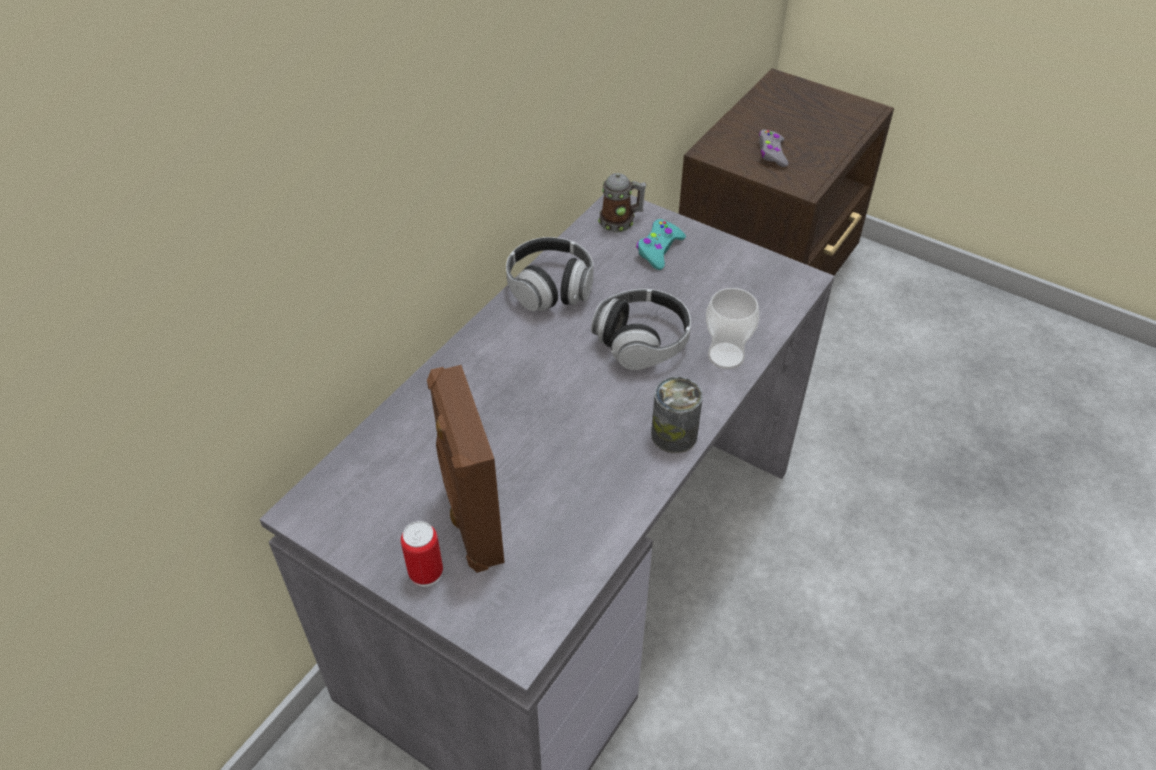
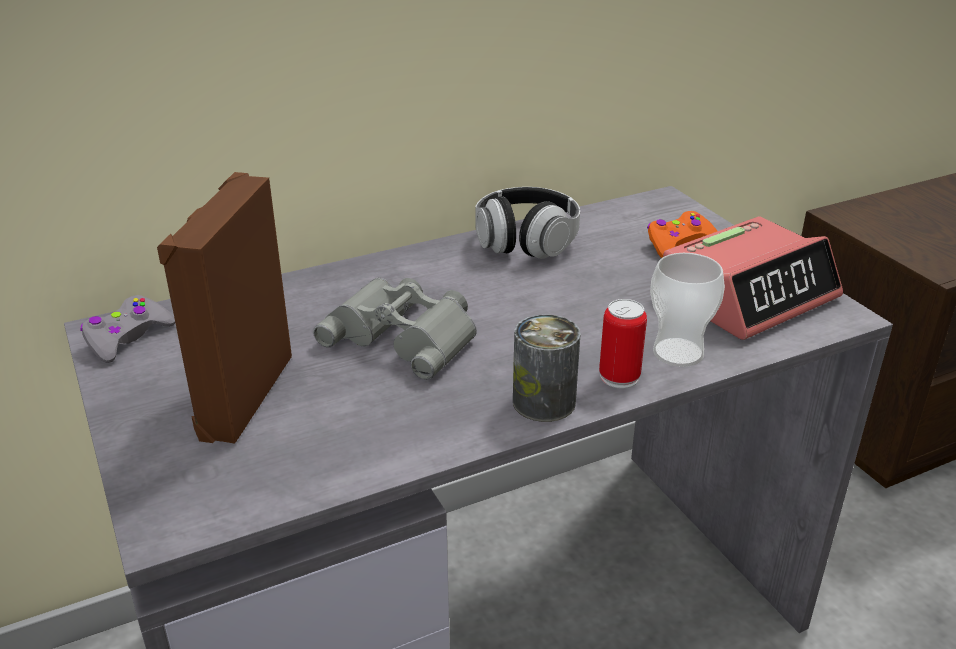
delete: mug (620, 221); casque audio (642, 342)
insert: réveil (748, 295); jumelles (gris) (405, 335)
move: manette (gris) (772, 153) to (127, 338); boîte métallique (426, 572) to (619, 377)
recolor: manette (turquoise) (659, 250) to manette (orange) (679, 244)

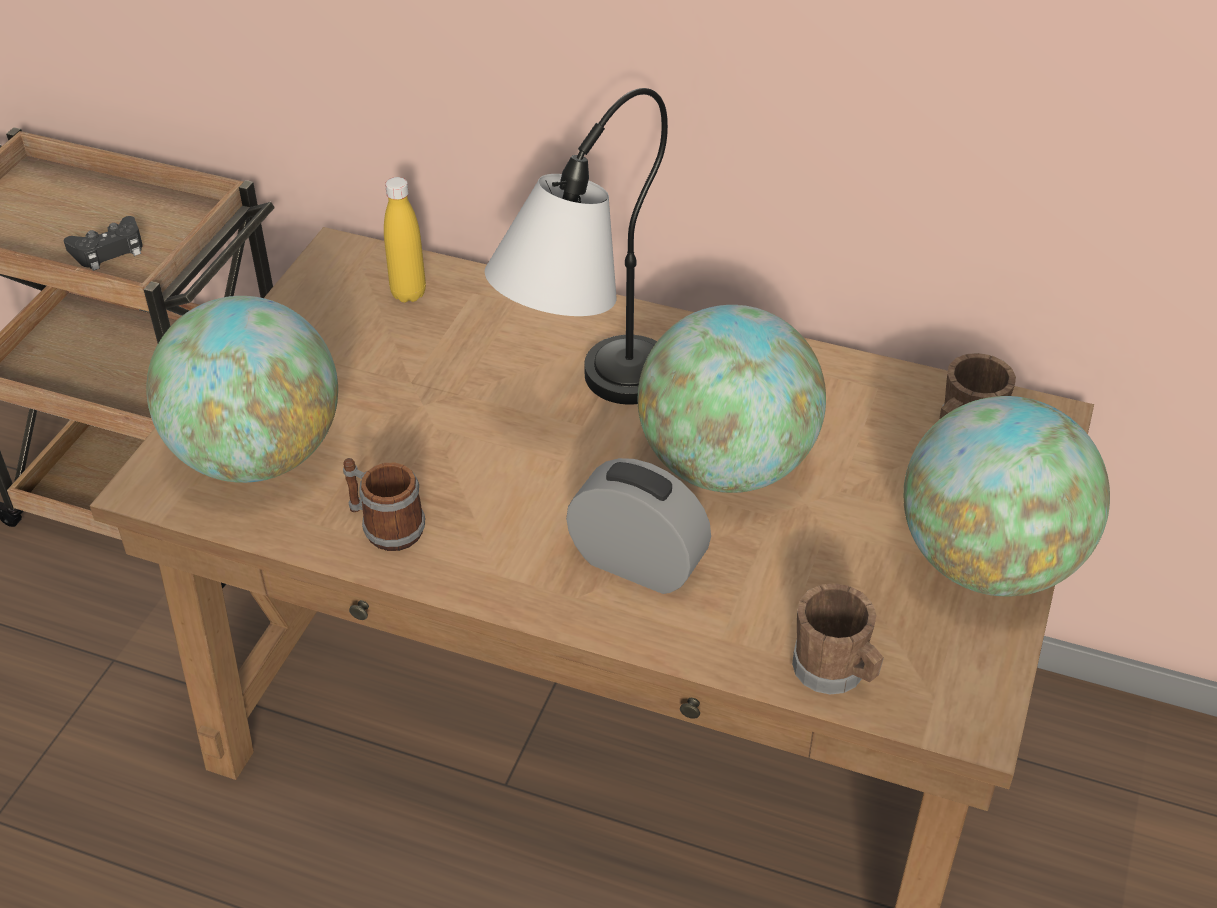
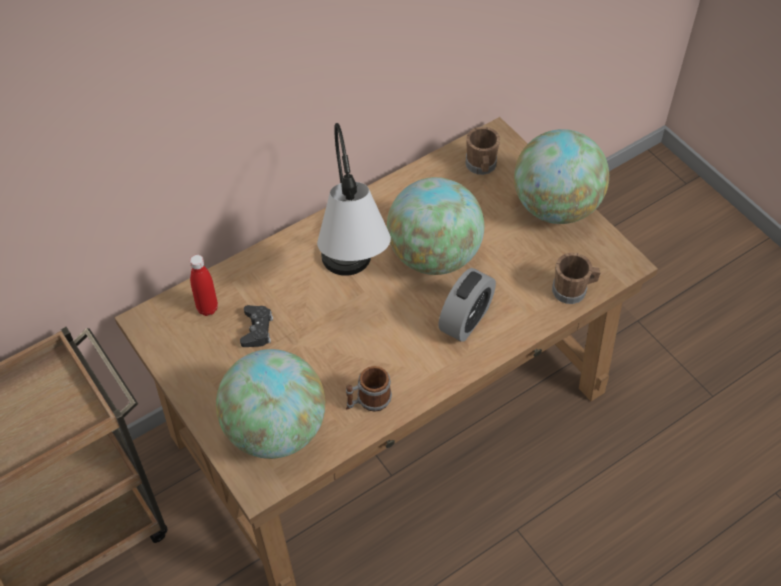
move: manette (noir) (109, 250) to (257, 329)
recolor: bouteille (jaune) (408, 293) to bouteille (rouge) (207, 308)
rotate: réveil (637, 563) = (465, 320) 150 degrees clockwise

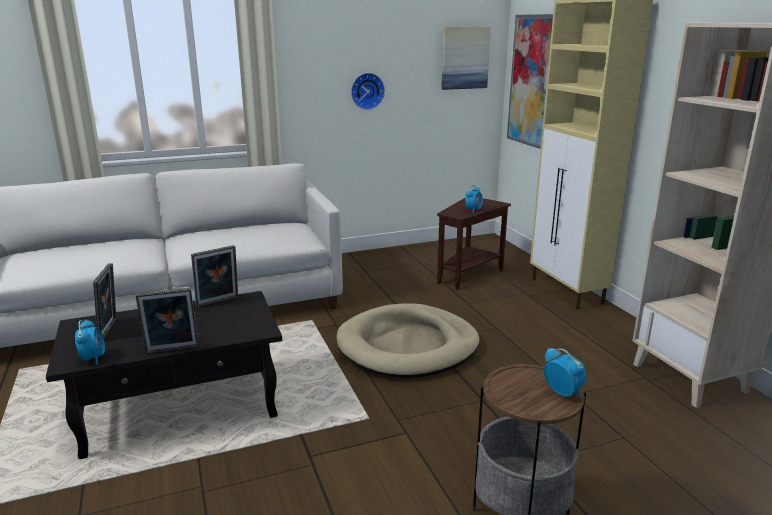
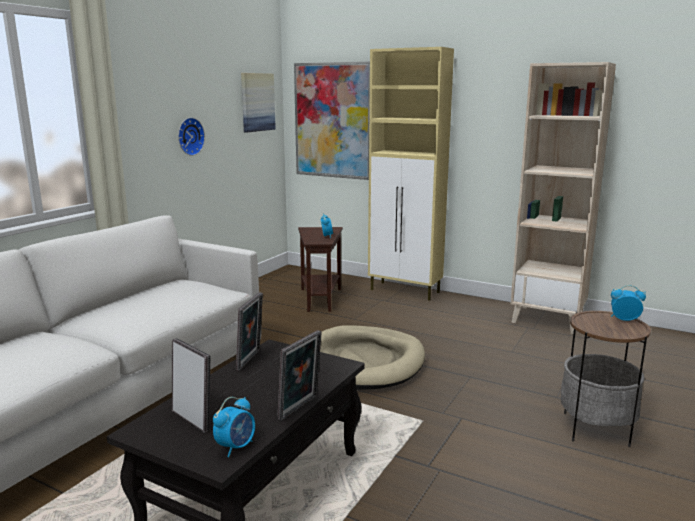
rotate: réveil (93, 358) = (236, 446) 90 degrees clockwise

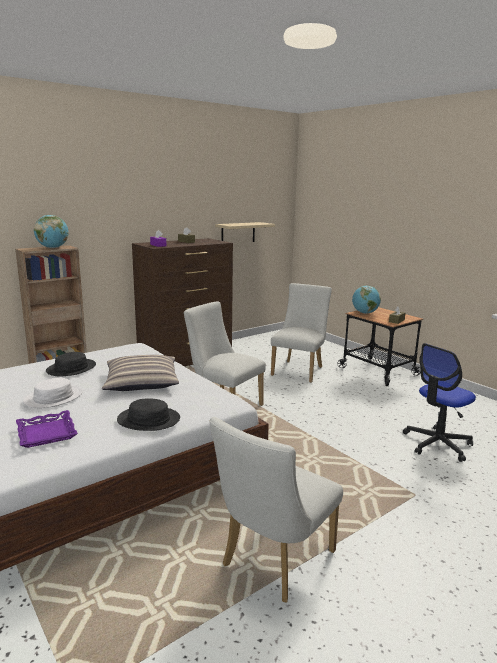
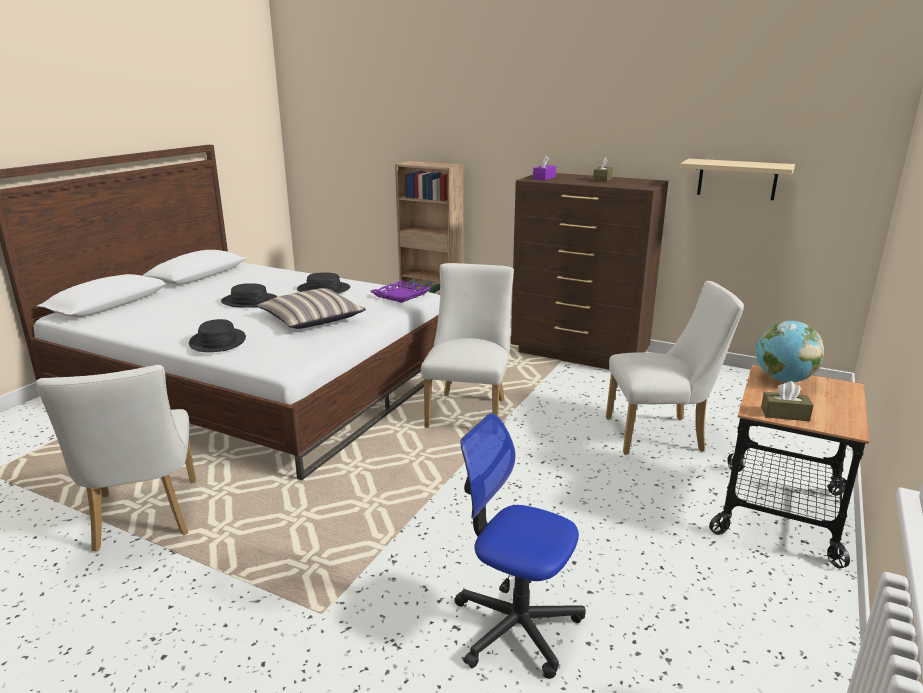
delete: globe (53, 248)
move: plateau (violet) (46, 433) to (400, 295)
recolor: chapeau (blanc) (54, 397) to chapeau (noir) (249, 301)
rotate: chaise (blanc) (273, 562) = (144, 520) 120 degrees counterclockwise

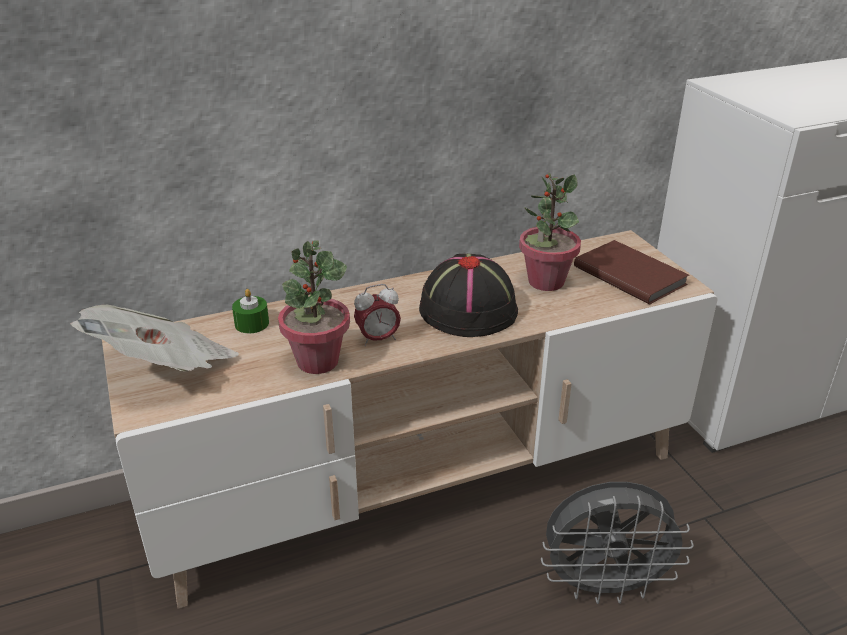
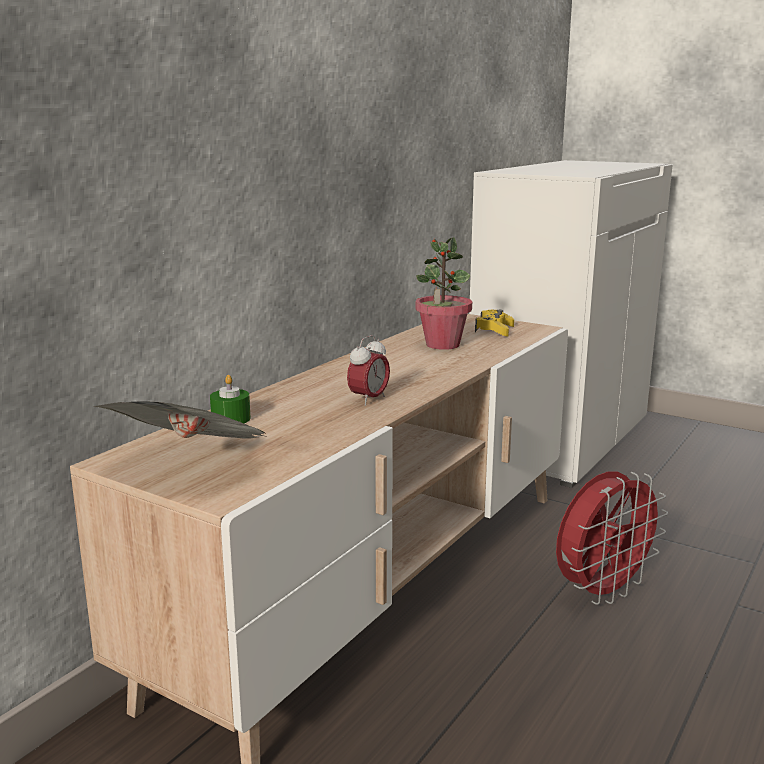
delete: plante en pot (317, 361); chapeau (noir) (468, 309)
replace: livre (marron) (630, 274) to manette (jaune) (494, 330)
recolor: ventilateur (gris) (604, 586) to ventilateur (rouge) (602, 592)

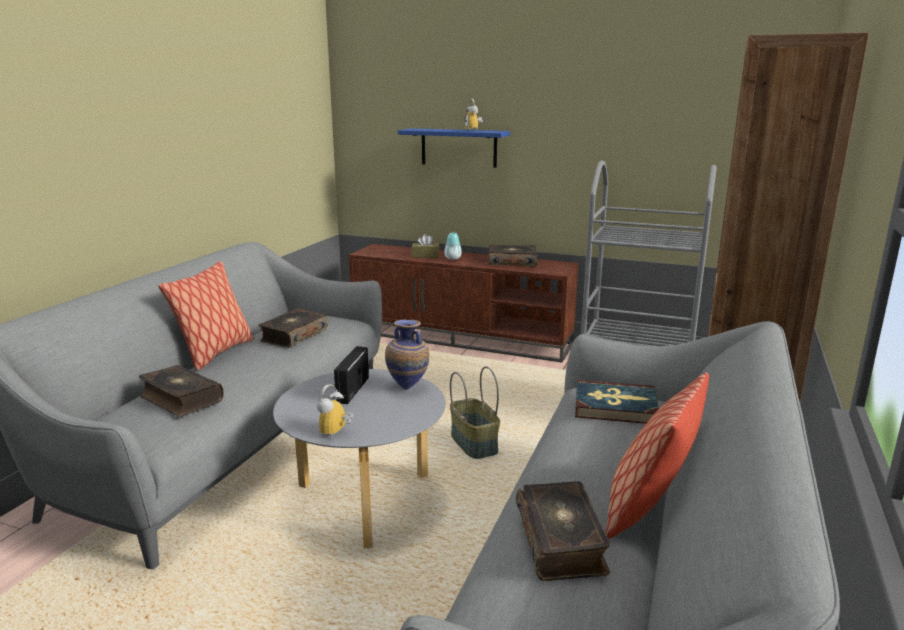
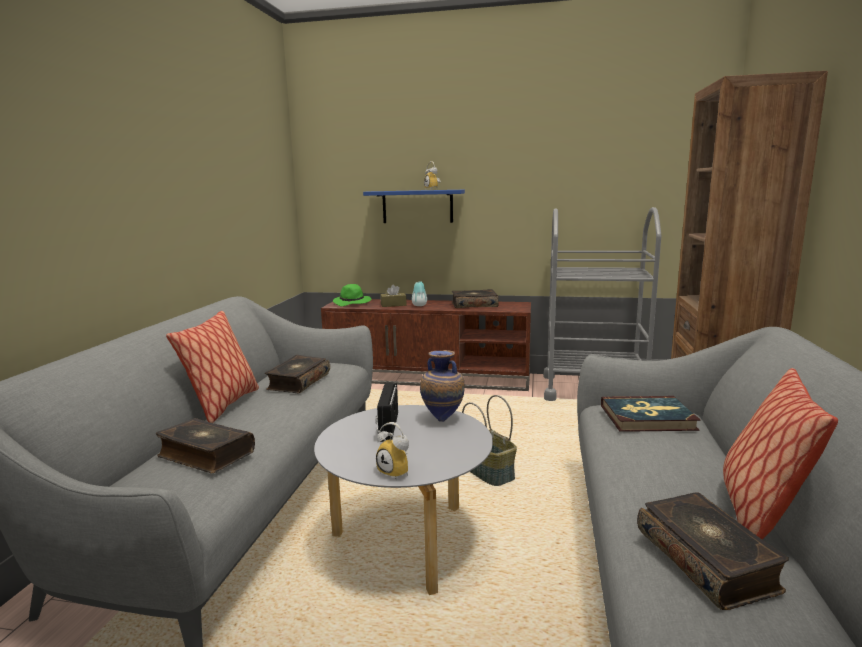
insert: chapeau (vert) (352, 303)
rotate: réveil (336, 433) = (397, 472) 60 degrees counterclockwise

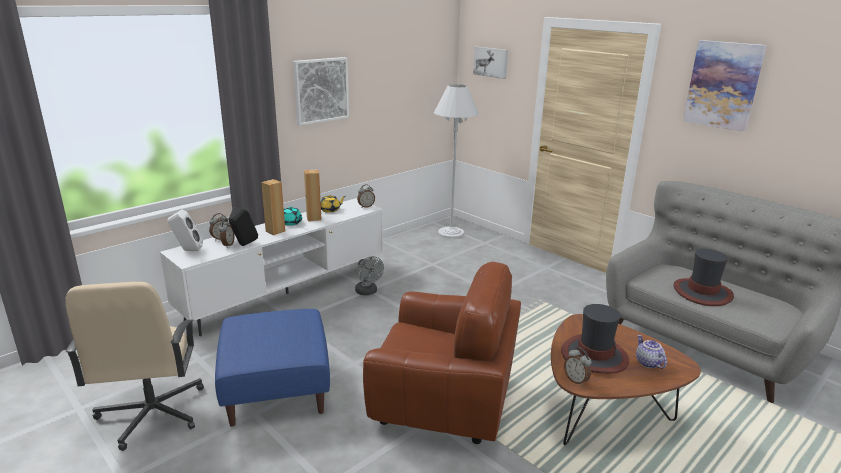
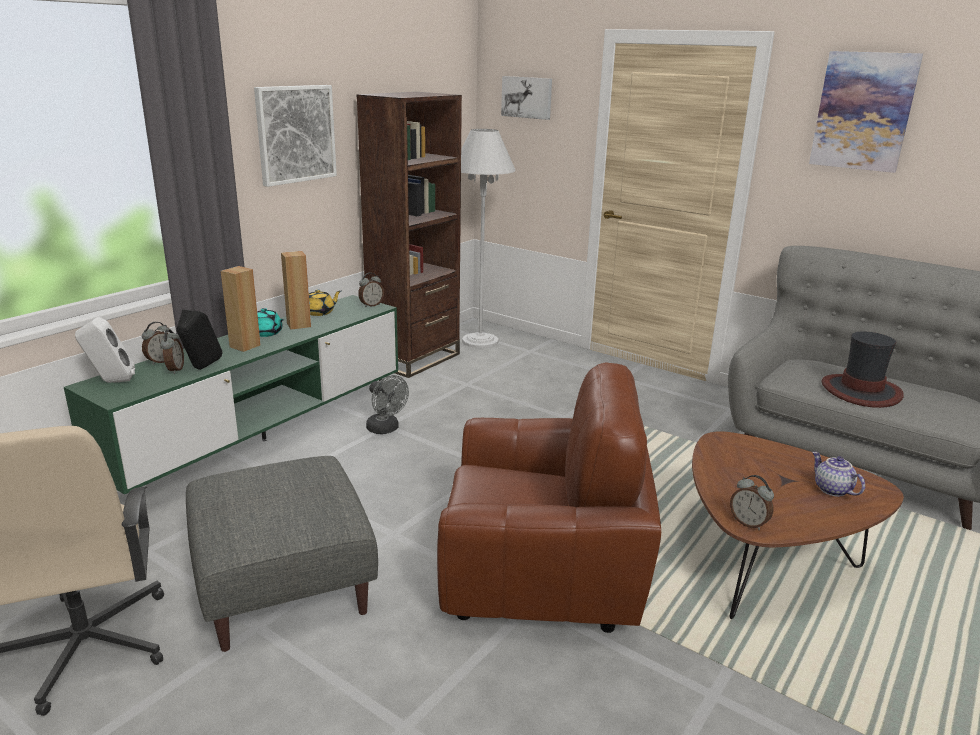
delete: chapeau (594, 356)
insert: bibliothèque (marron) (414, 359)
recolor: meuble télé (blanc) (287, 293) to meuble télé (vert) (264, 440); pouf (bleu) (275, 389) to pouf (gris) (282, 584)

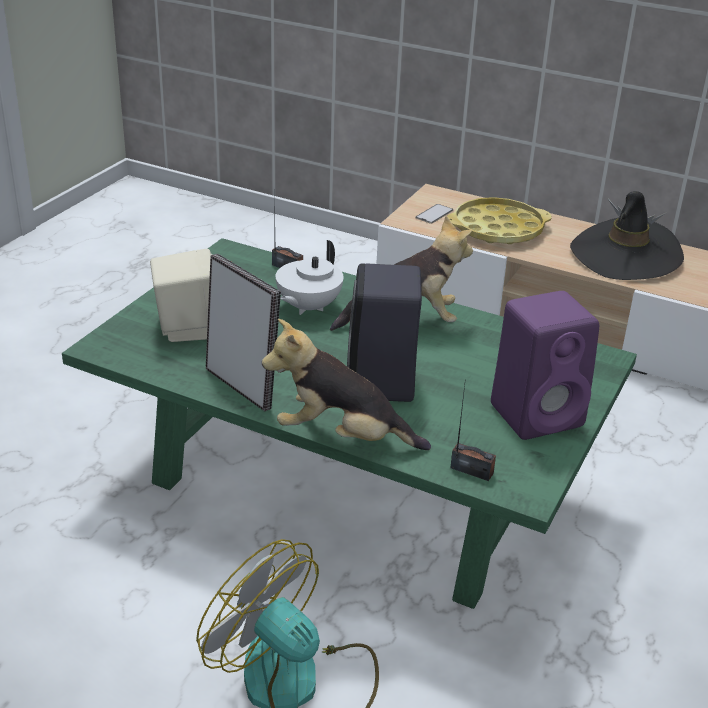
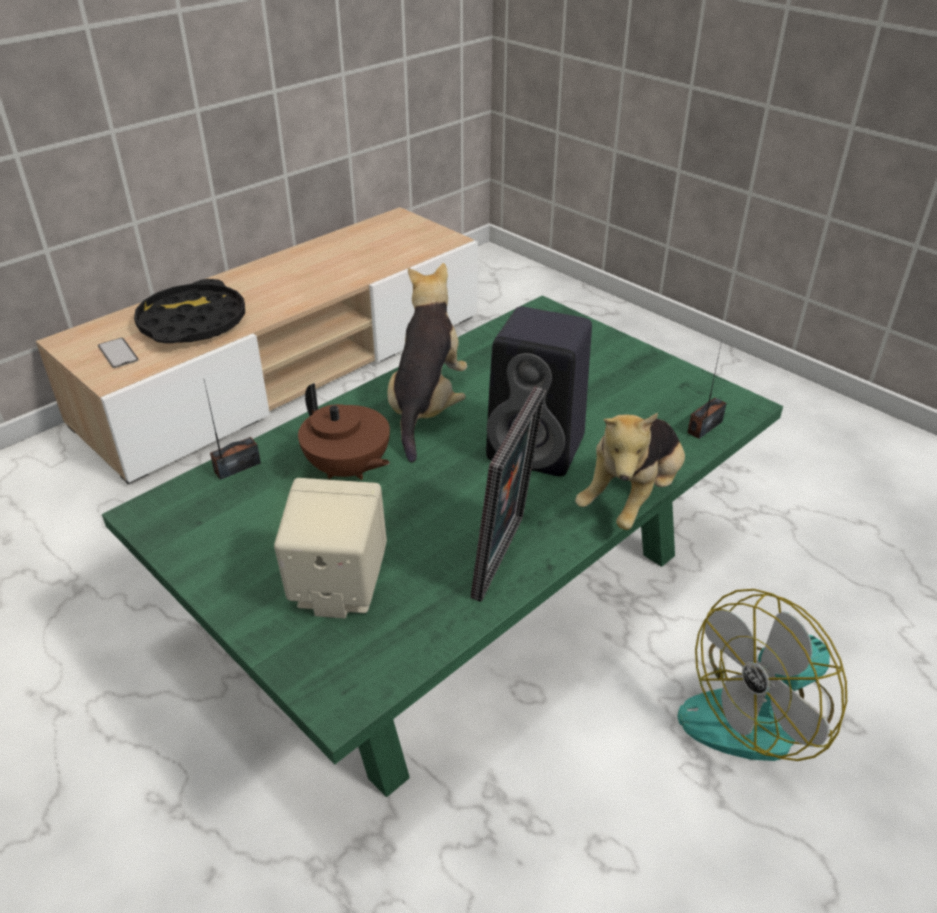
delete: chapeau (noir) (625, 255); enceinte (violet) (538, 414)
recolor: plateau (jaune) (497, 229) to plateau (noir) (192, 323); théière (blanc) (307, 307) to théière (marron) (348, 469)
rotate: cadre photo (242, 386) = (505, 558) 135 degrees clockwise

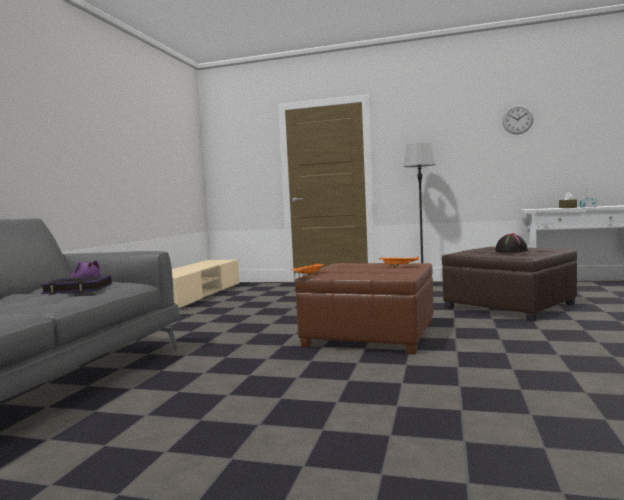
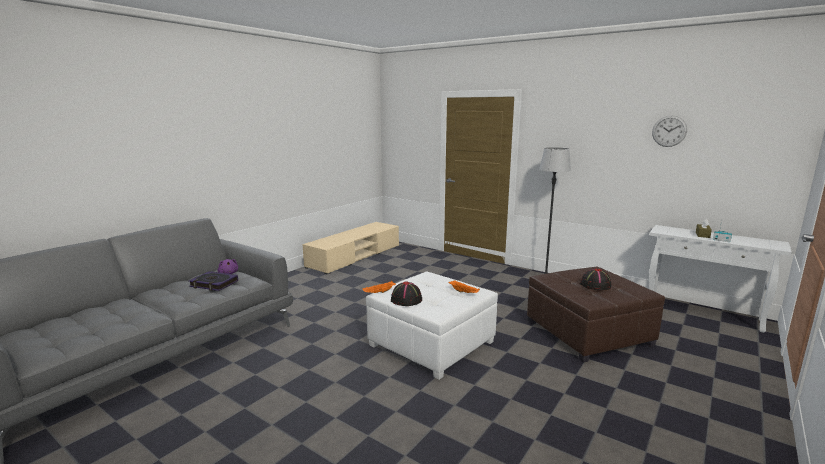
insert: chapeau (noir) (406, 300)
recolor: pouf (marron) (371, 334) to pouf (blanc) (432, 343)

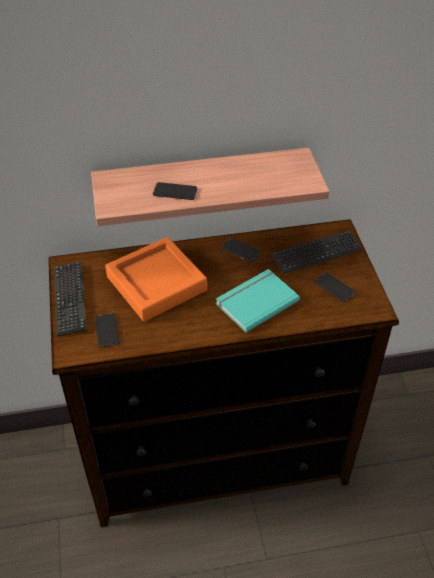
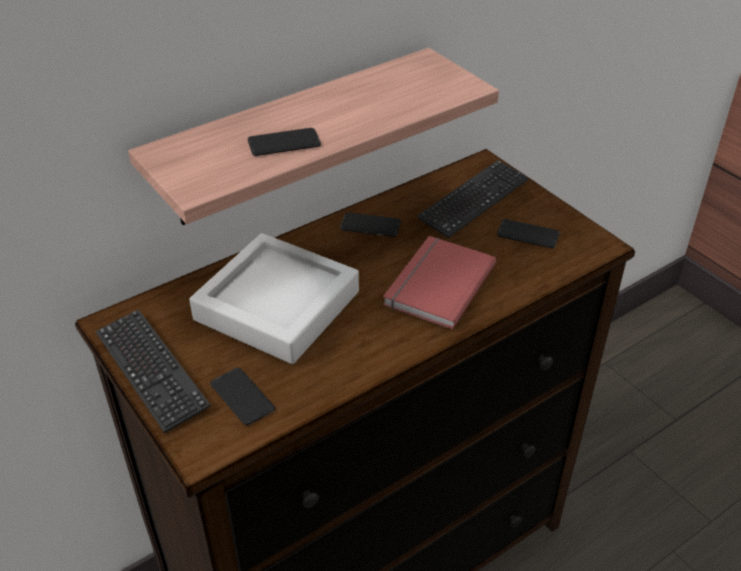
recolor: plateau (orange) (156, 284) to plateau (gris) (277, 306); livre (turquoise) (255, 301) to livre (rouge) (436, 284)

